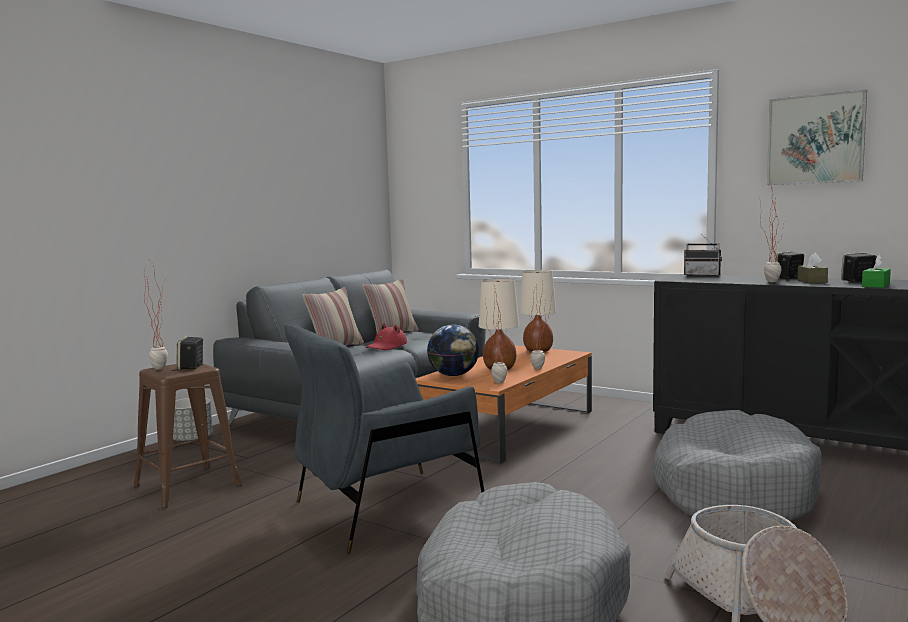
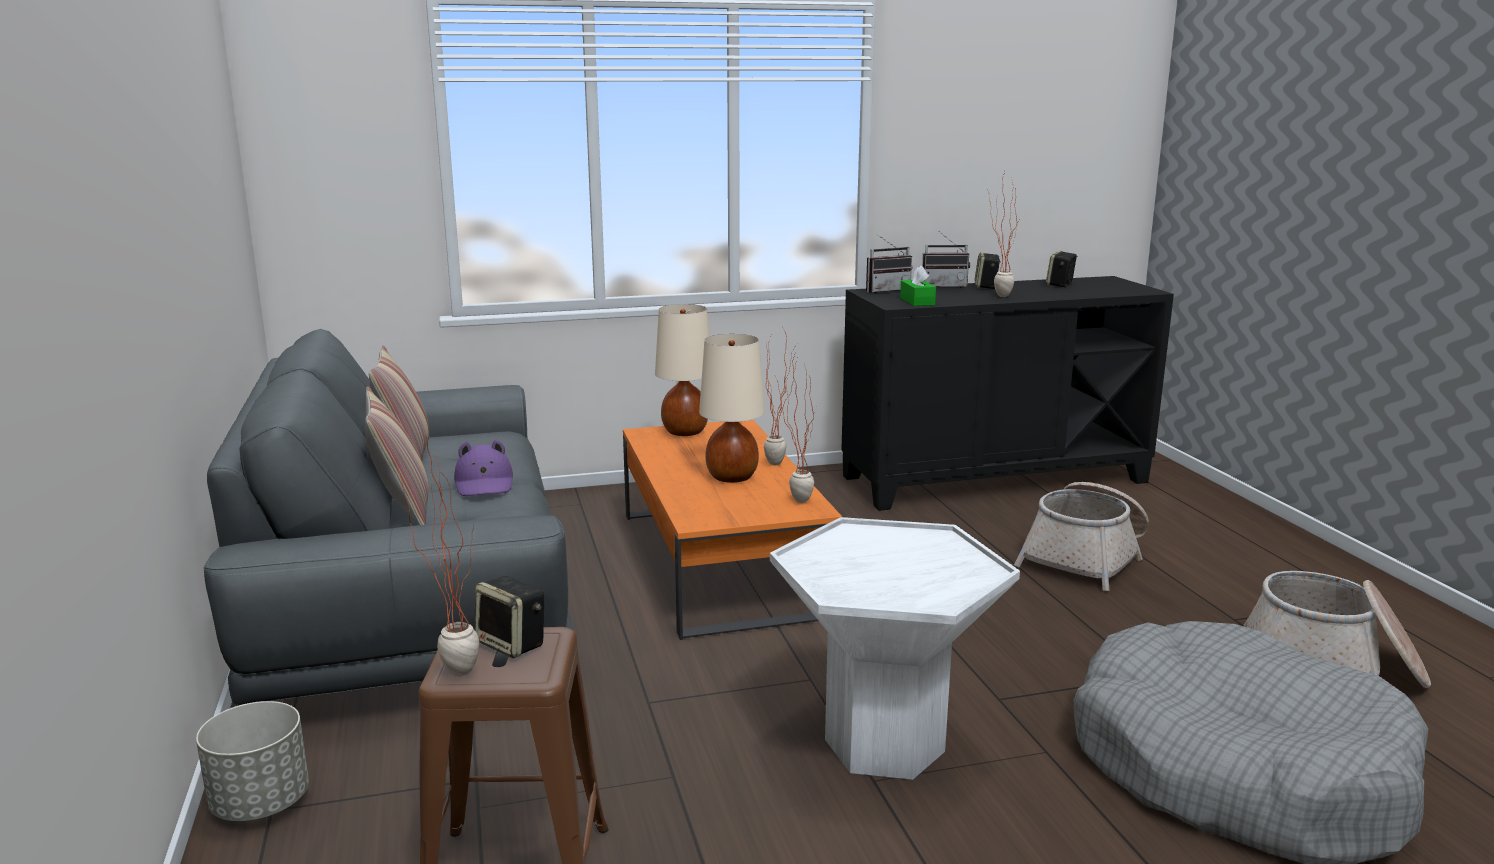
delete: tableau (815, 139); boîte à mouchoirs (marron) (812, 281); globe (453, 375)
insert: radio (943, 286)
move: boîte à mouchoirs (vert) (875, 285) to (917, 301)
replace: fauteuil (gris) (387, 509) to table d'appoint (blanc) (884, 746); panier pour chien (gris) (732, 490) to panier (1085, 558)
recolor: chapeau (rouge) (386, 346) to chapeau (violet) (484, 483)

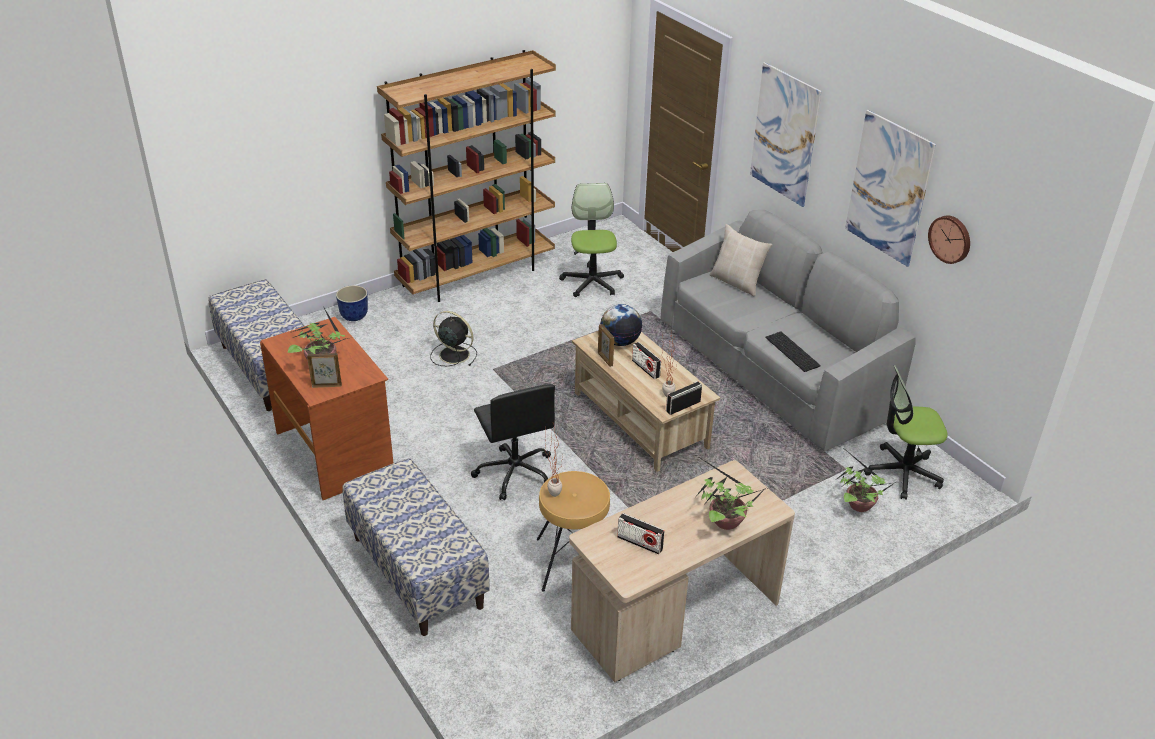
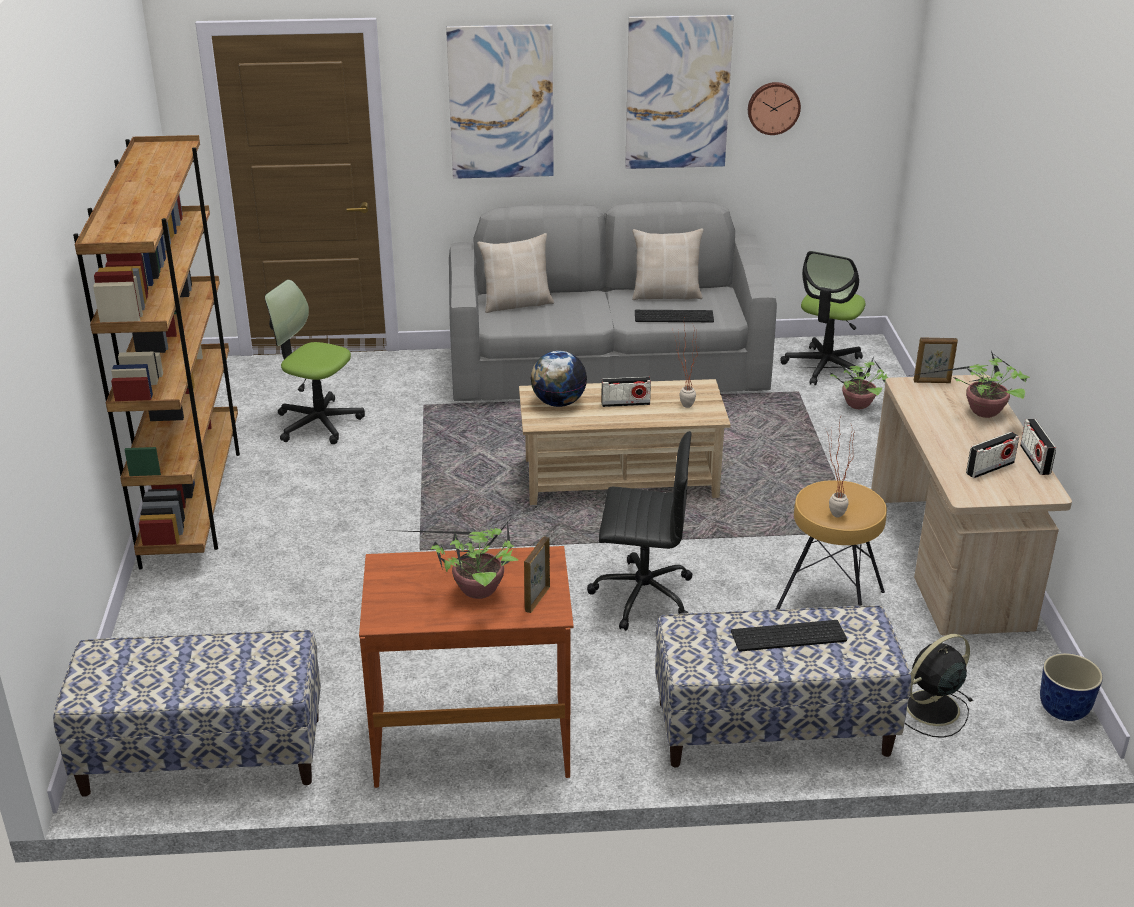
insert: coussin (beige) (666, 295); clavier (788, 637)
move: cache-pot (354, 316) to (1064, 710); ventilateur (noir) (453, 354) to (930, 709); cadre photo (605, 359) to (932, 382); radio (683, 406) to (1035, 460)

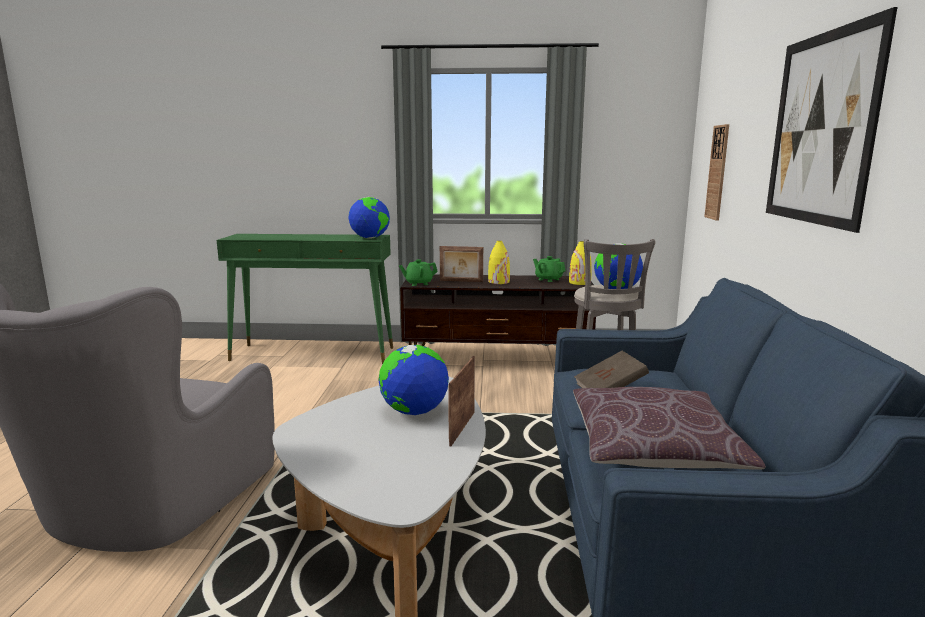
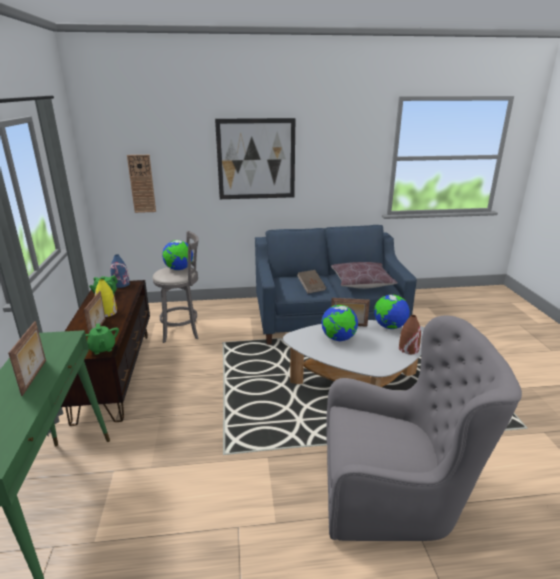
insert: vase (marron) (408, 349); cadre photo (35, 377)
move: globe (370, 238) to (389, 327)
recolor: vase (jaune) (579, 282) to vase (bleu) (121, 284)

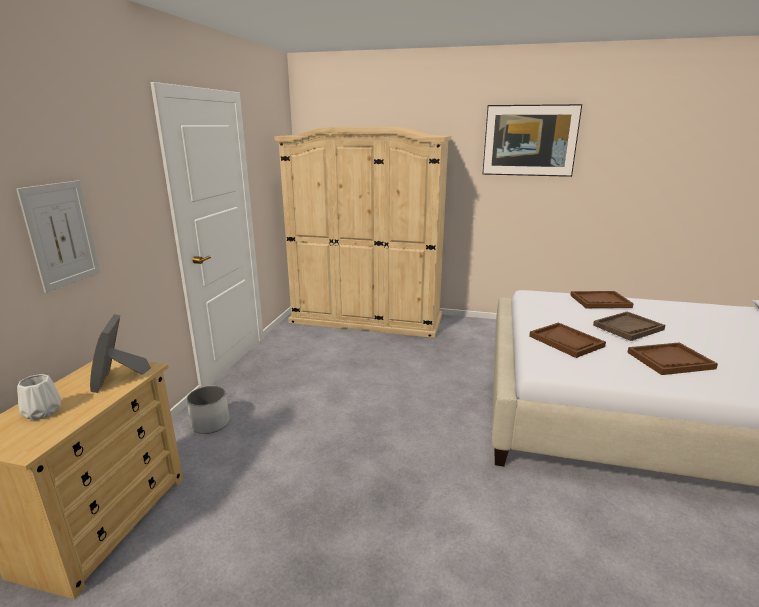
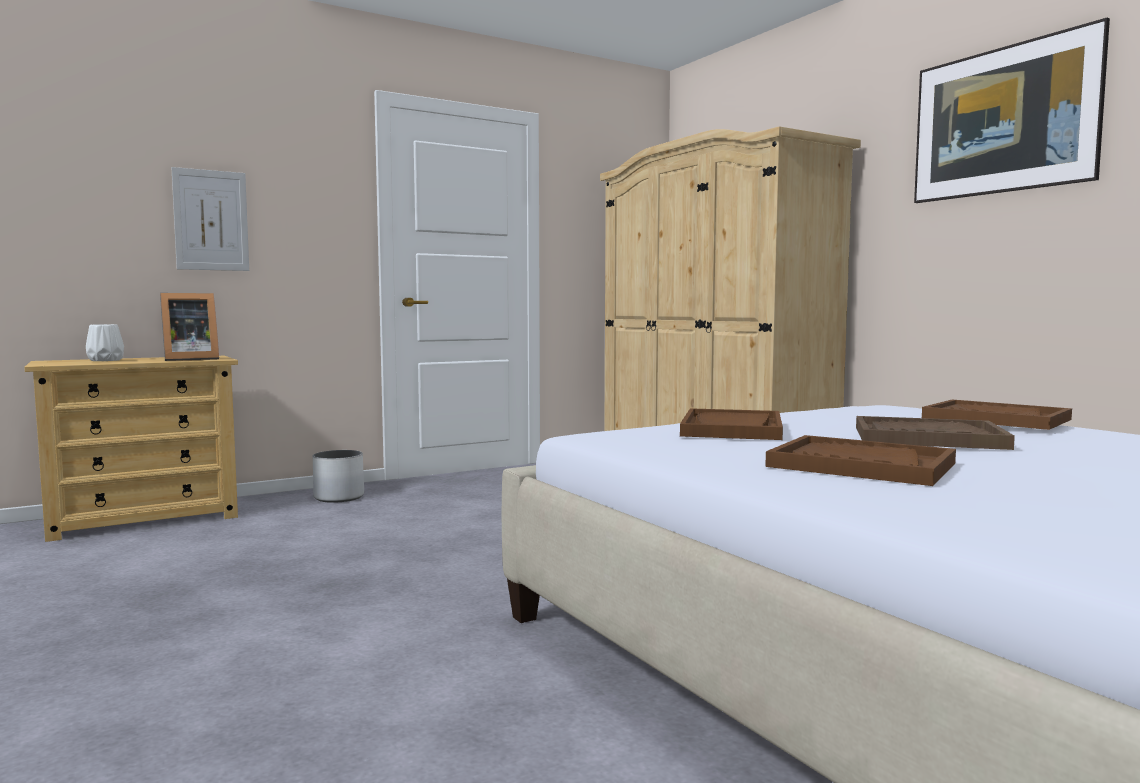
rotate: cadre photo (119, 378) = (188, 359) 150 degrees counterclockwise

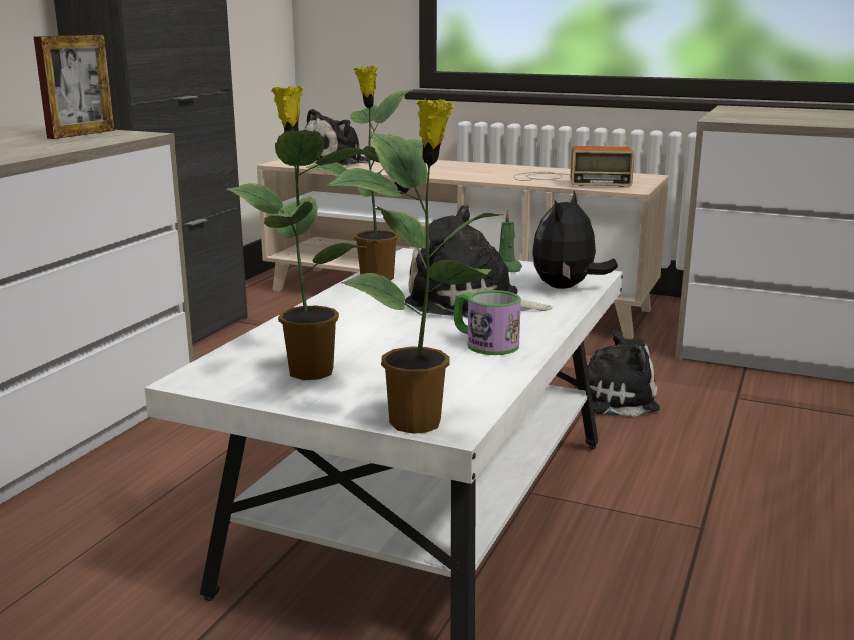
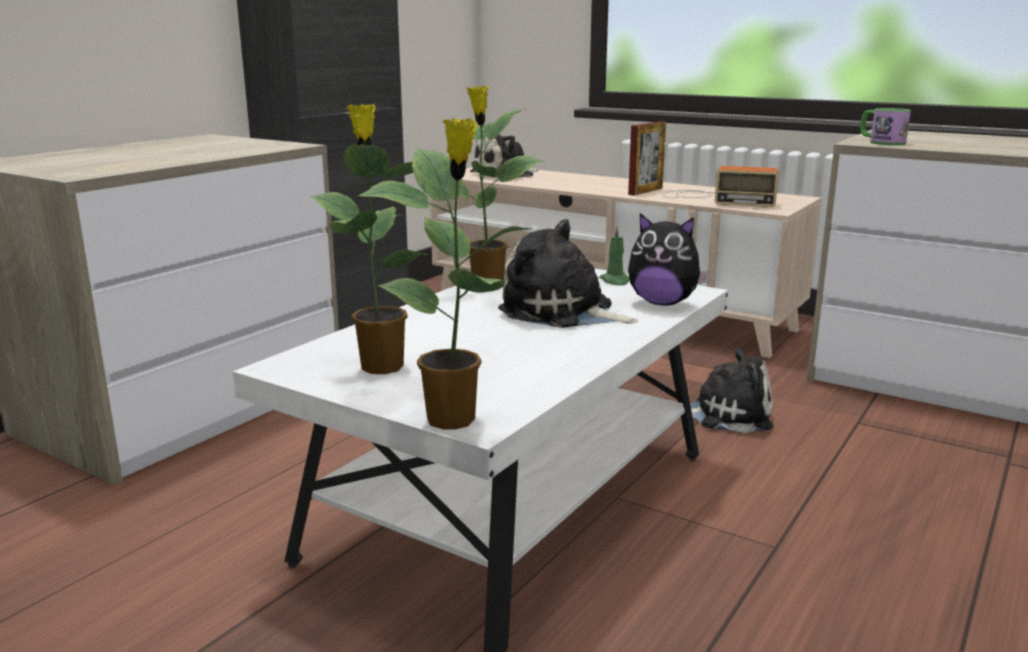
move: cadre photo (81, 134) to (645, 191); mug (484, 343) to (881, 142)
rotate: peluche (566, 288) = (663, 303) 105 degrees counterclockwise

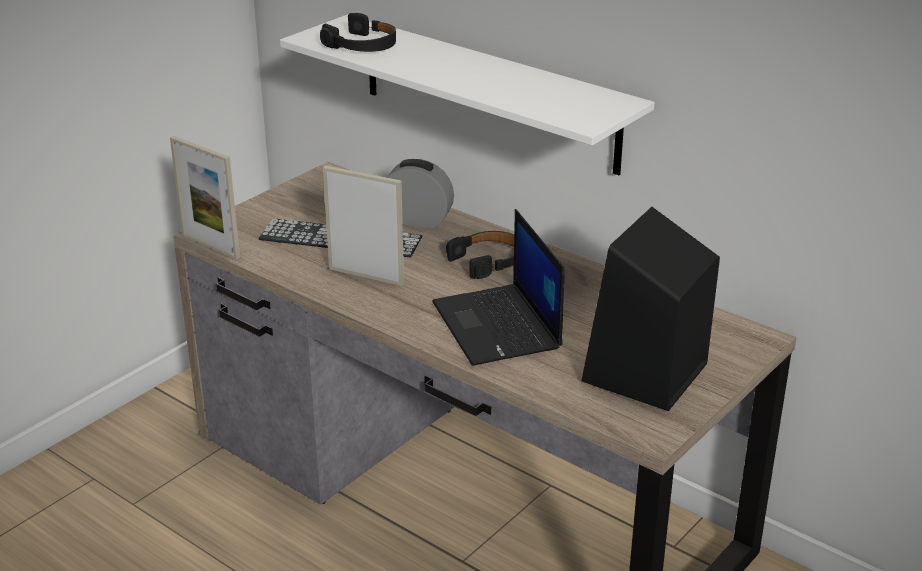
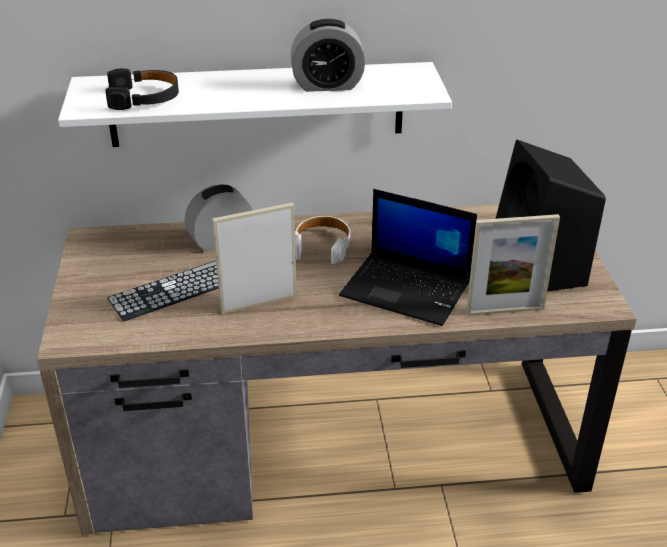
insert: réveil (327, 85)
move: cadre photo (210, 246) to (505, 311)
recolor: casque audio (noir) (487, 261) to casque audio (blanc) (322, 245)

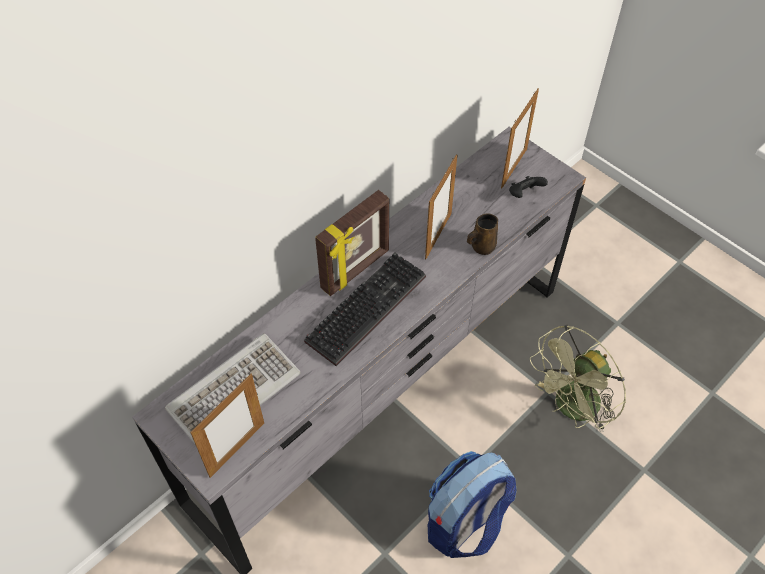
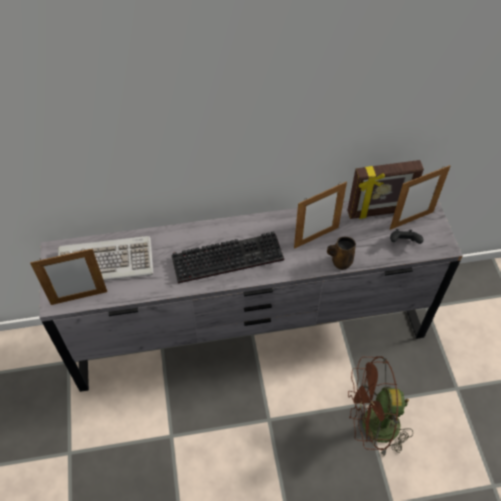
delete: sac à dos (465, 523)
move: cadre photo (356, 270) to (379, 212)
recolor: ventilateur (vert) (571, 409) to ventilateur (marron) (372, 426)

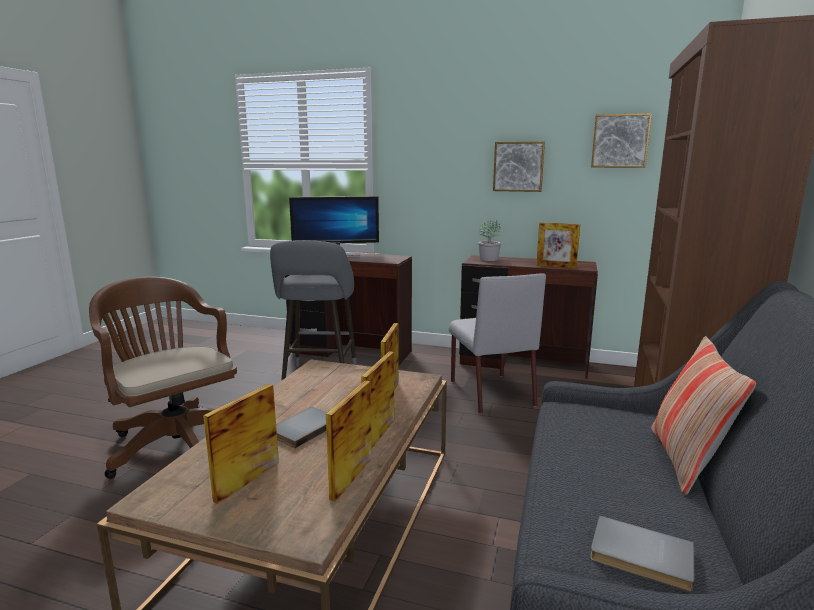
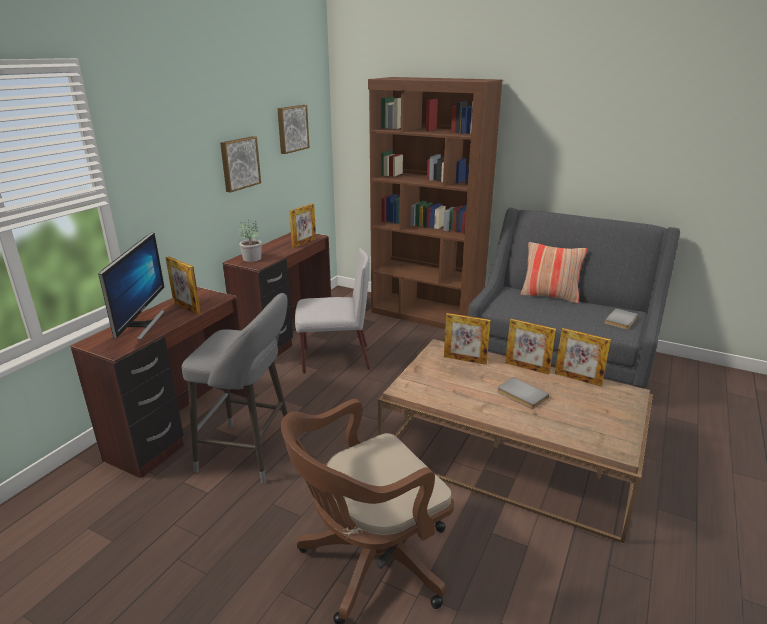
move: cadre photo (248, 481) to (186, 307)

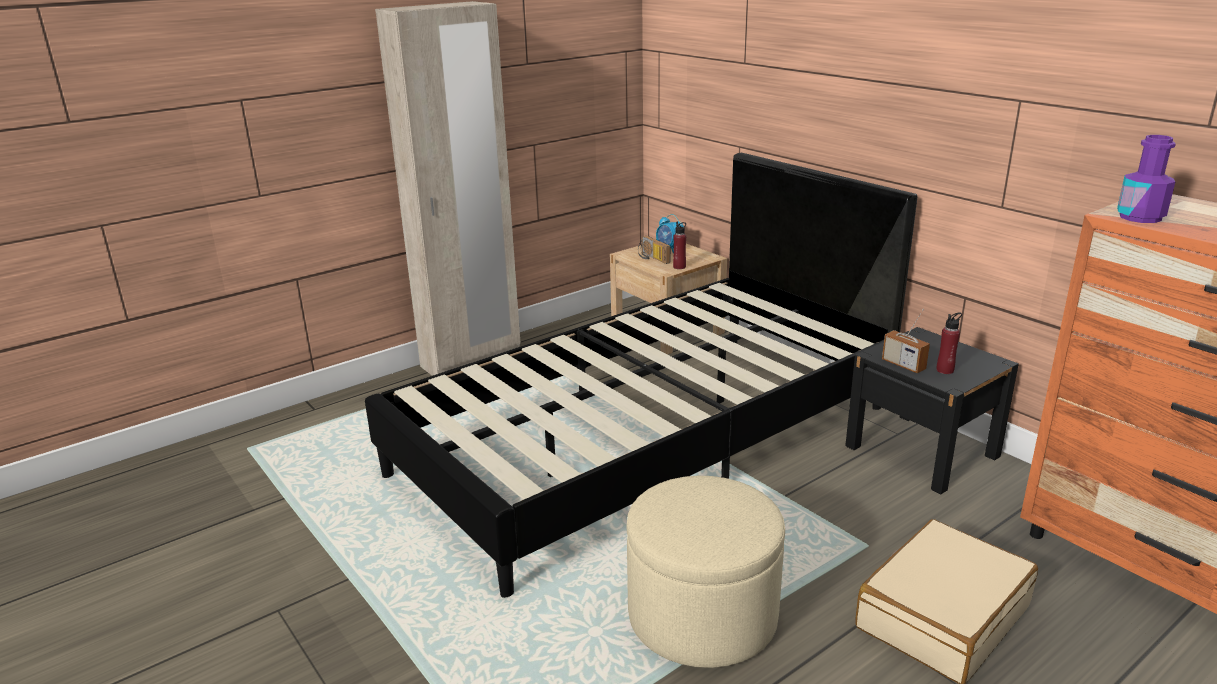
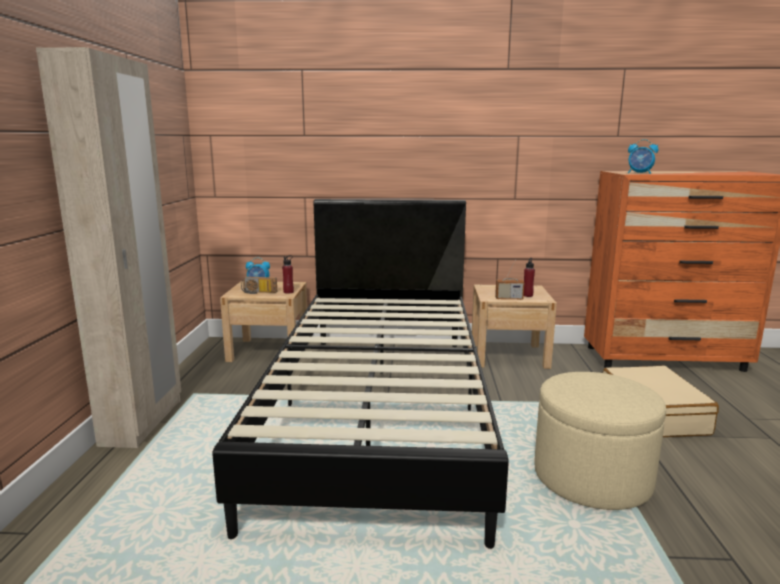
replace: bouteille (violet) (1140, 217) to réveil (640, 173)
recolor: table de chevet (noir) (921, 451) to table de chevet (beige) (508, 355)

